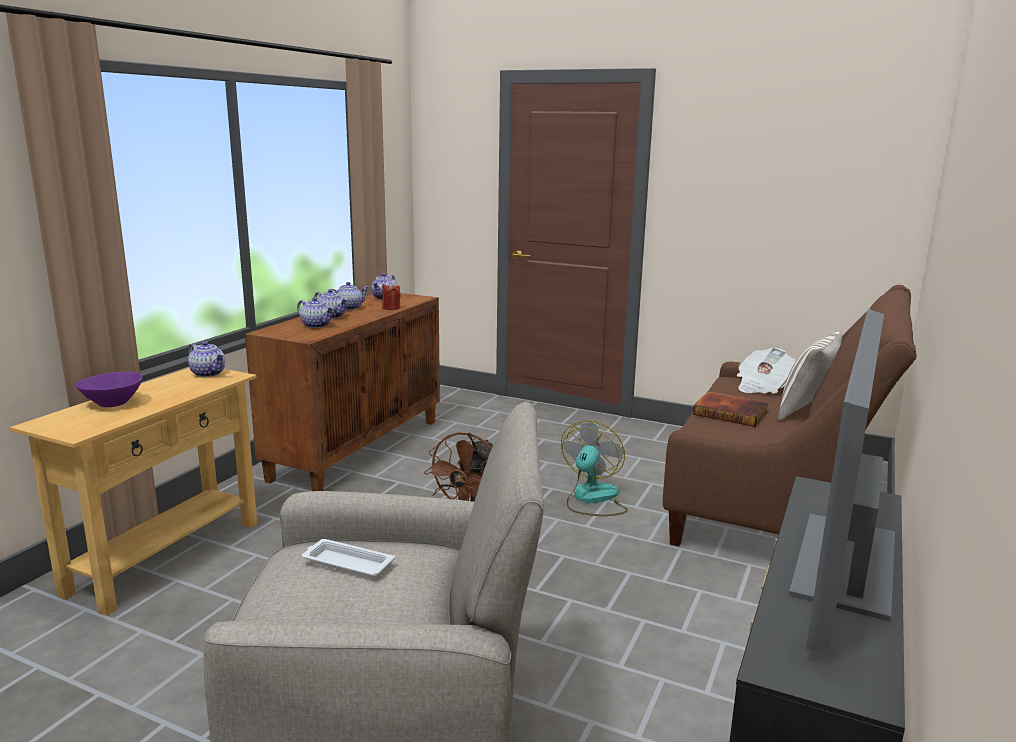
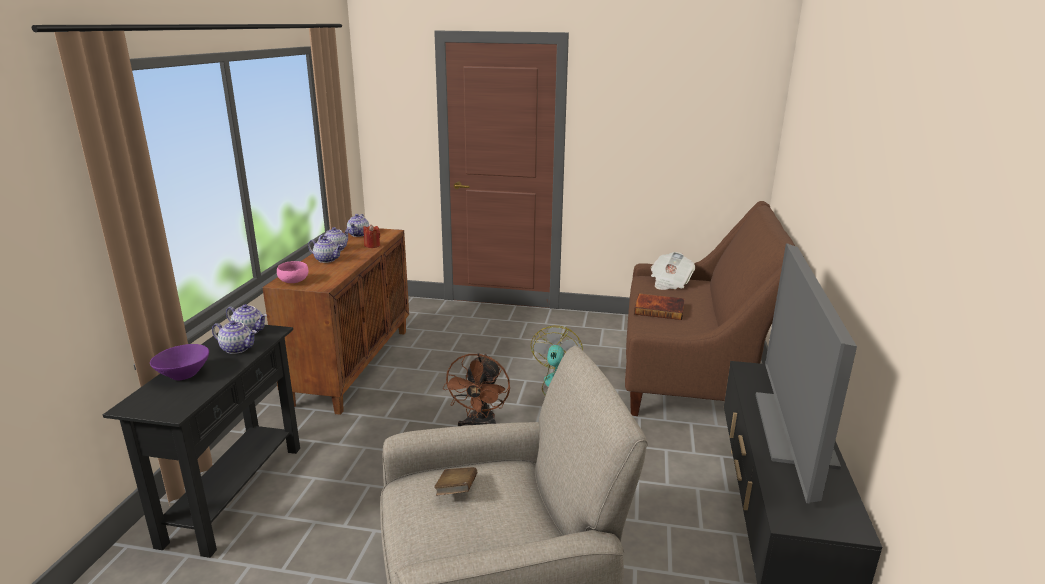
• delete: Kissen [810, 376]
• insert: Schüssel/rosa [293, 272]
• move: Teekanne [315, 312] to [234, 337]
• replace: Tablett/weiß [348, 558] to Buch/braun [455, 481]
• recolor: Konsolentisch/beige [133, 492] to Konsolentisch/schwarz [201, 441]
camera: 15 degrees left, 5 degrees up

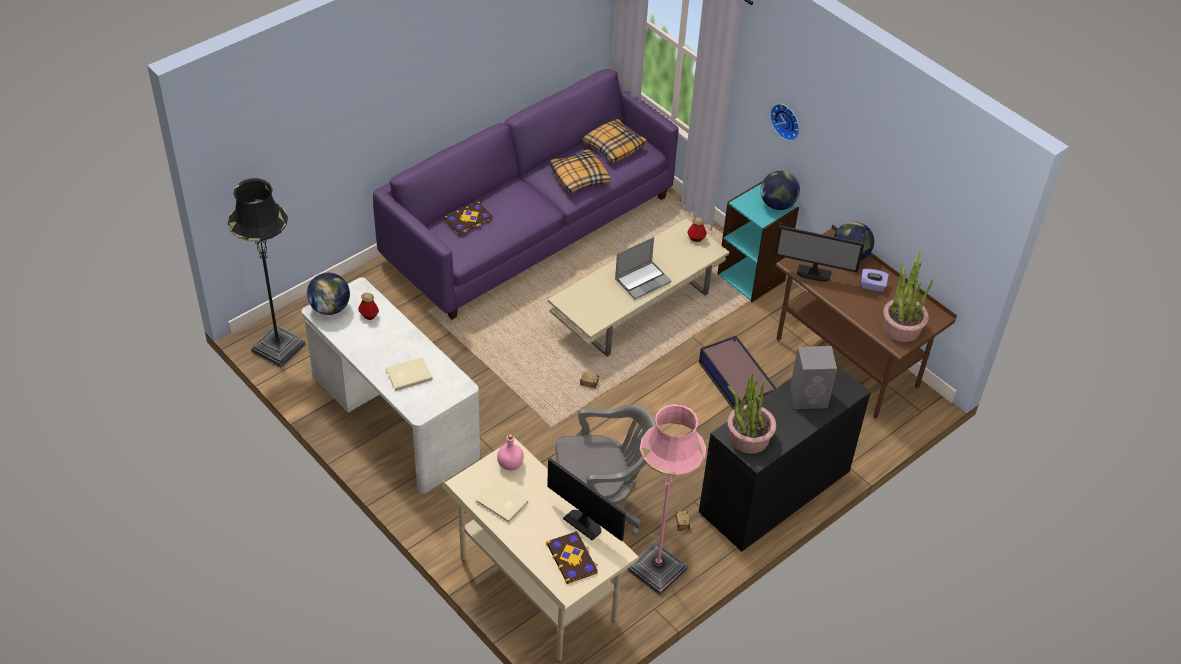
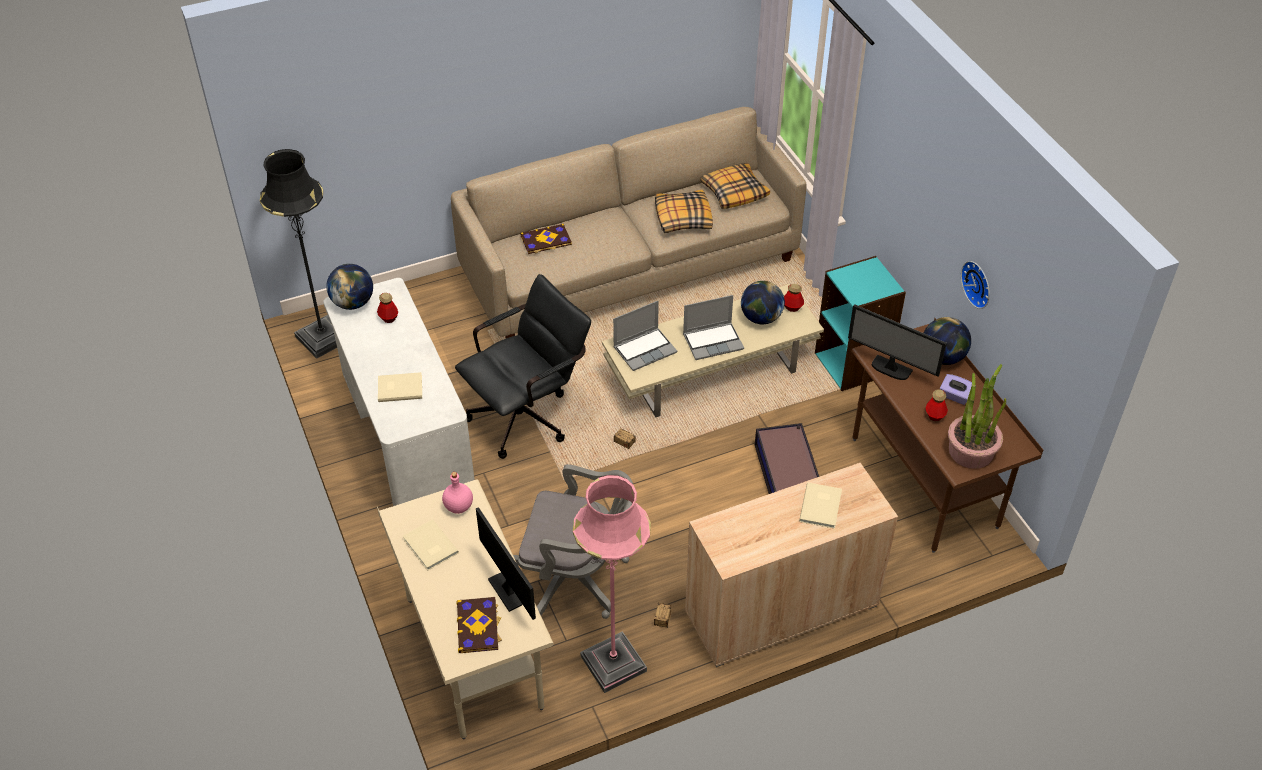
• delete: Topfpflanze [751, 413]
• insert: Bürostuhl/schwarz [523, 366]
• insert: Laptop [645, 336]
• insert: Flasche [936, 405]
• move: Globus [780, 190] to [763, 302]
• move: Wanduhr [784, 122] to [975, 285]
• replace: Lautsprecher/grau [813, 377] to Buch/beige [820, 505]
• recolor: Sofa/lila [526, 194] to Sofa/beige [629, 222]
• recolor: Schrank/schwarz [785, 458] to Schrank/beige [791, 565]
camera: 20 degrees right, 0 degrees up

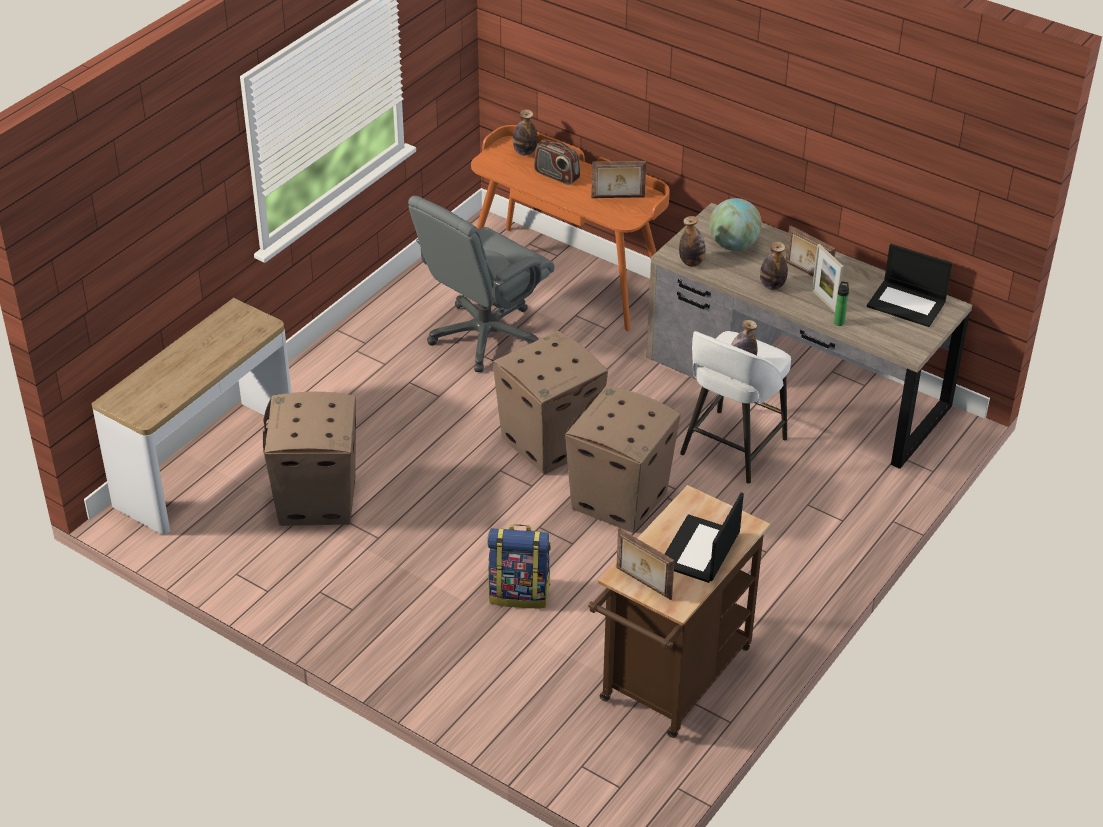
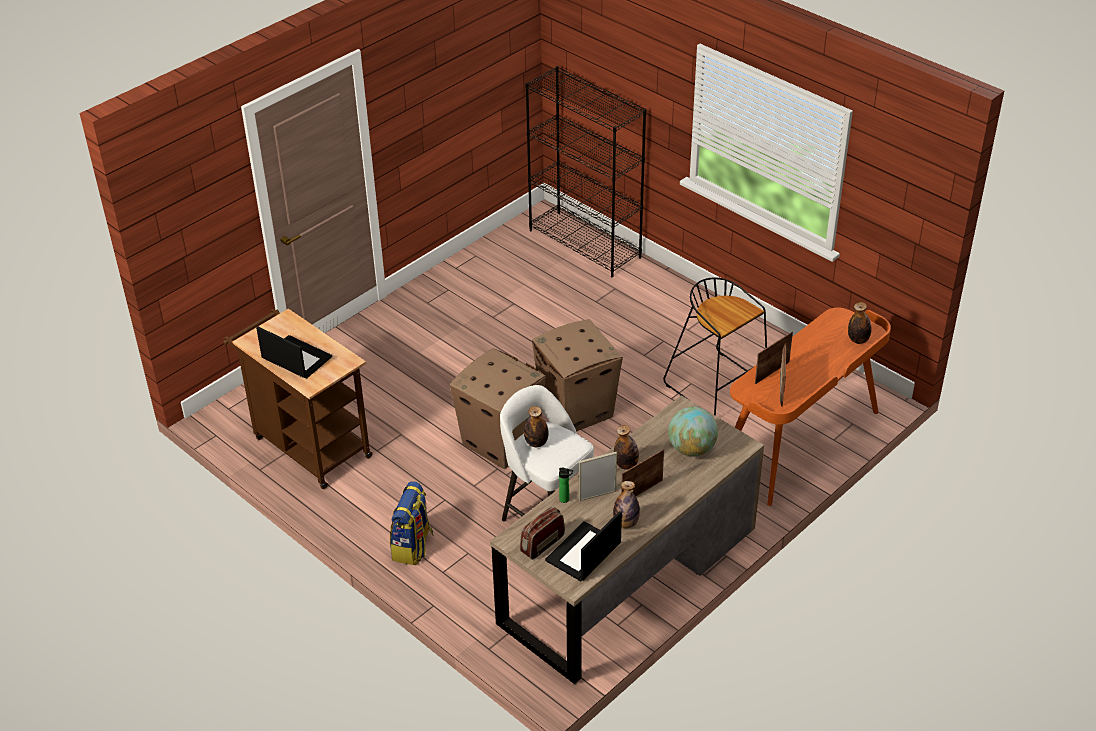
• delete: Karton [309, 459]
• move: Rucksack [519, 566] to [412, 523]
• move: Radio [557, 162] to [542, 533]
• move: Bilderrahmen [645, 564] to [774, 358]
• move: Flasche [692, 241] to [626, 504]
• replace: Konsolentisch [191, 416] to Bücherregal/schwarz [586, 171]
• replace: Bürostuhl/grau [481, 284] to Hocker/schwarz [715, 346]
camera: 100 degrees right, 0 degrees up

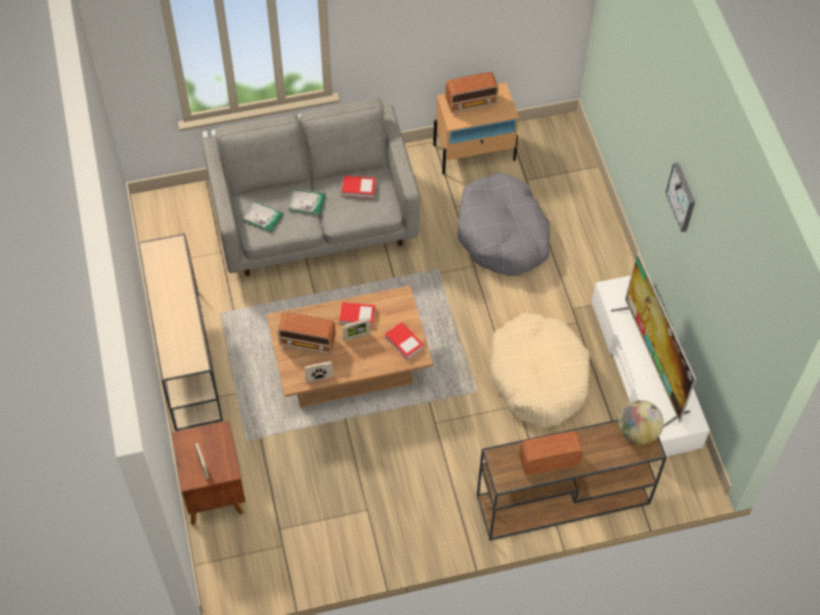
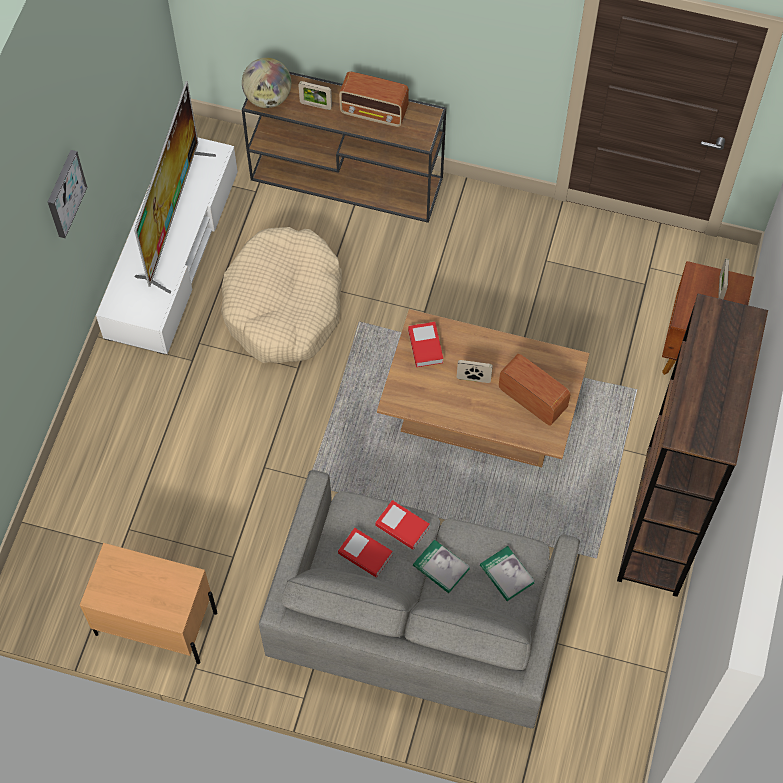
• delete: Radio [472, 92]
• delete: Hundebett/grau [503, 224]
• move: Bilderrahmen [318, 371] to [315, 95]
• move: Buch [357, 314] to [402, 525]
• replace: Konsolentisch/beige [180, 332] to Bücherregal/braun [692, 445]
camera: 150 degrees left, 5 degrees up

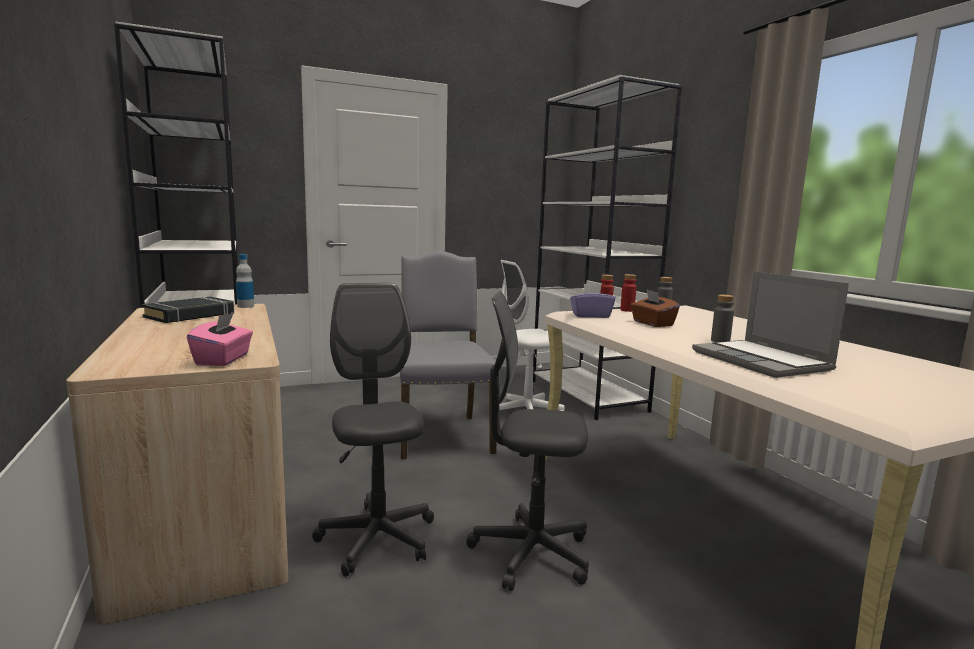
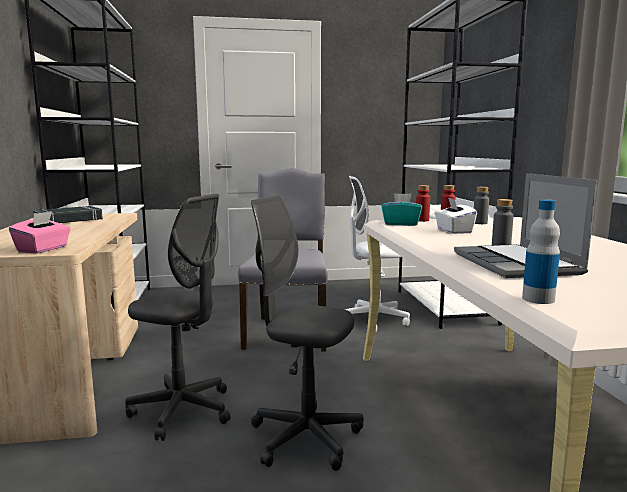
• move: Flasche [245, 281] to [541, 252]
• recolor: Taschentuchbox/lila [593, 301] to Taschentuchbox/türkis [401, 209]
• recolor: Taschentuchbox/braun [655, 308] to Taschentuchbox/weiß [455, 215]
• rotate: Bürostuhl/grau [373, 430] = [178, 317] 120 degrees clockwise
camera: 15 degrees right, 0 degrees up

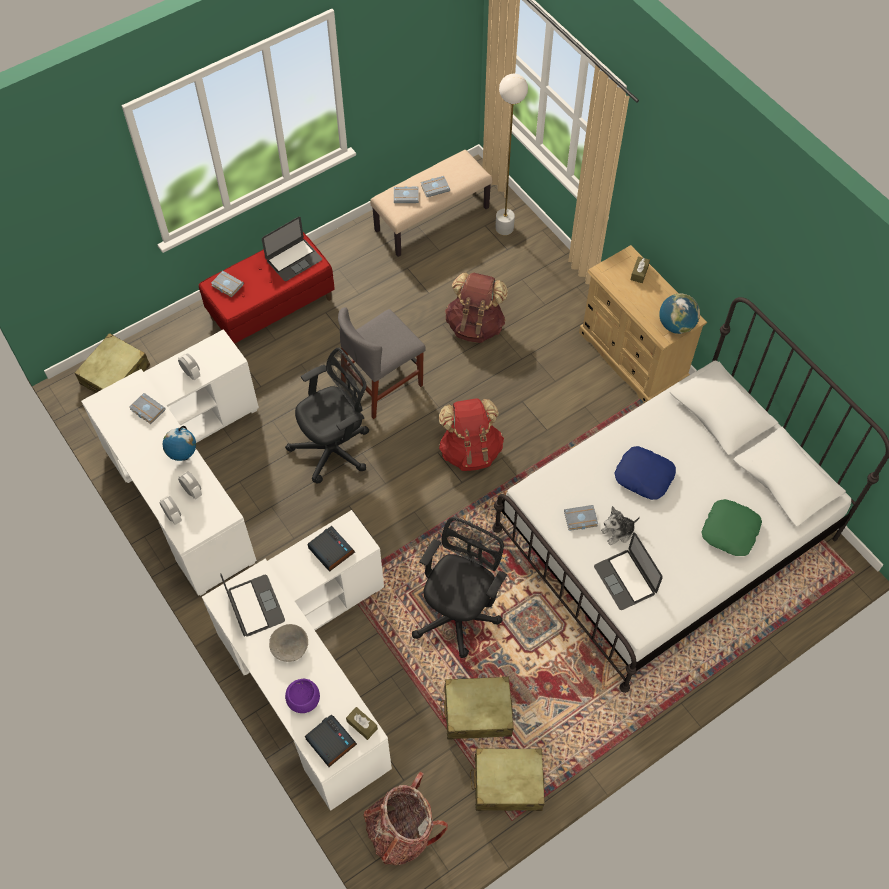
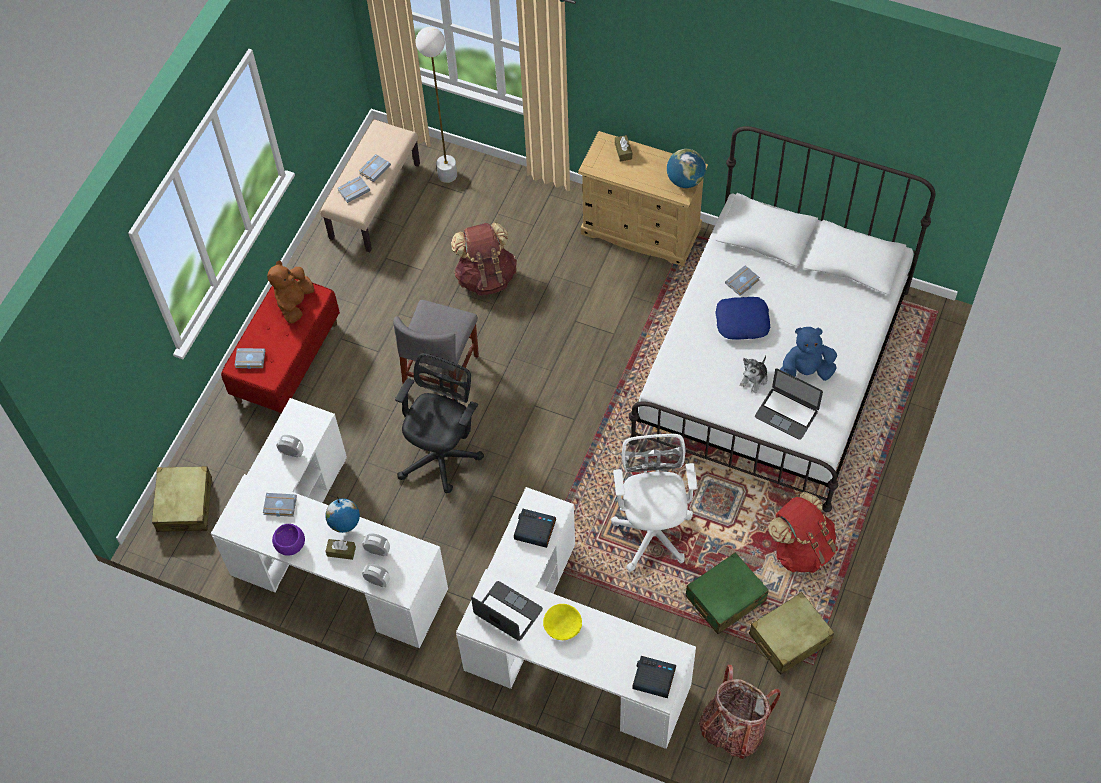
• delete: Kissen/grün [732, 527]
• insert: Plüschtier/blau [808, 354]
• move: Schüssel/lila [302, 696] to [288, 540]
• move: Taschentuchbox/braun [362, 723] to [340, 549]
• move: Rucksack/rot [471, 434] to [803, 532]
• move: Buch/grau [581, 518] to [742, 280]
• replace: Laptop [292, 248] to Plüschtier/braun [290, 291]
• recolor: Schüssel/grau [288, 643] to Schüssel/gelb [562, 622]
• recolor: Bürostuhl/schwarz [459, 587] to Bürostuhl/weiß [654, 503]
• recolor: Koffer/beige [477, 708] to Koffer/grün [727, 593]
camera: 30 degrees left, 0 degrees up

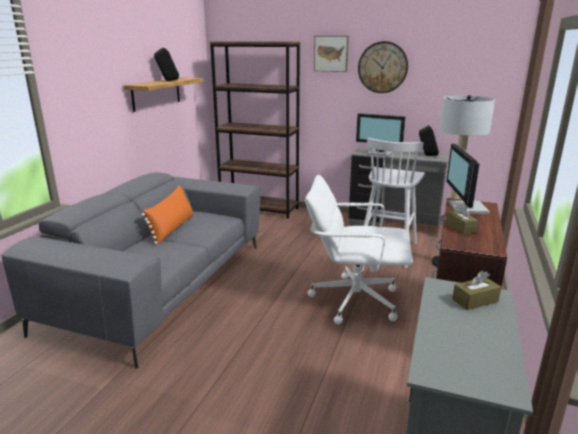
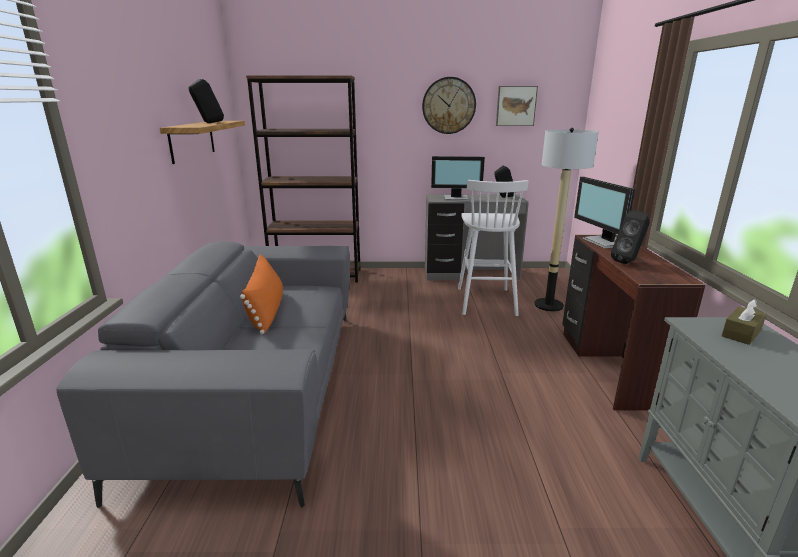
• delete: Bürostuhl/weiß [359, 249]
• move: Bild [331, 54] to [517, 106]
• replace: Taschentuchbox/braun [462, 219] to Lautsprecher/schwarz [630, 237]
camera: 20 degrees left, 0 degrees up

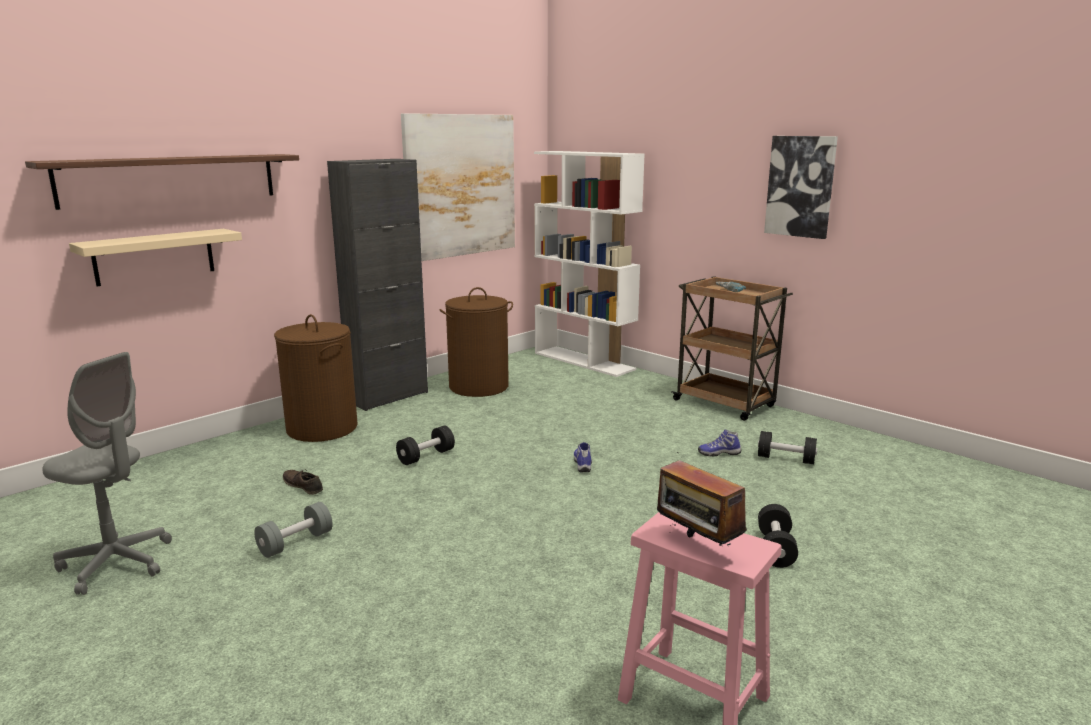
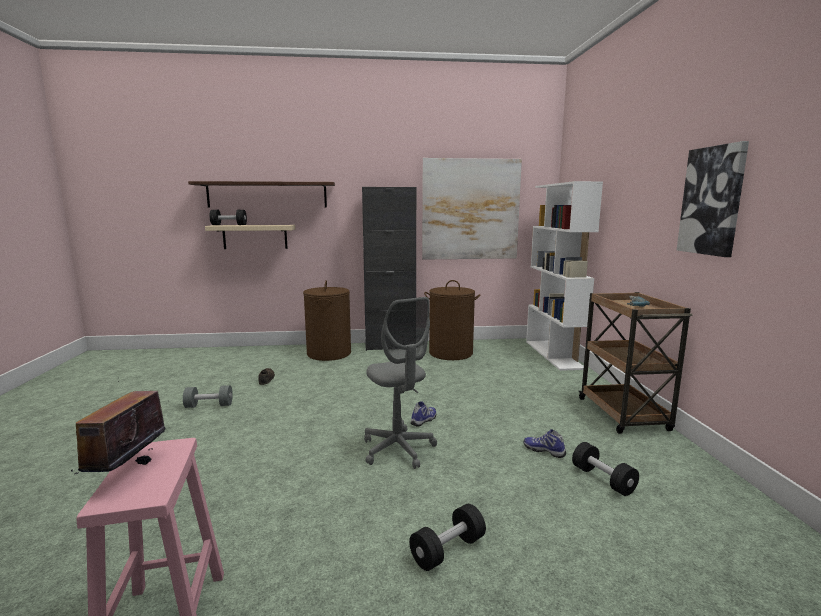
• move: Bürostuhl/grau [107, 473] to [400, 383]
• move: Hantel/schwarz [425, 445] to [228, 217]
camera: 40 degrees right, 5 degrees down

